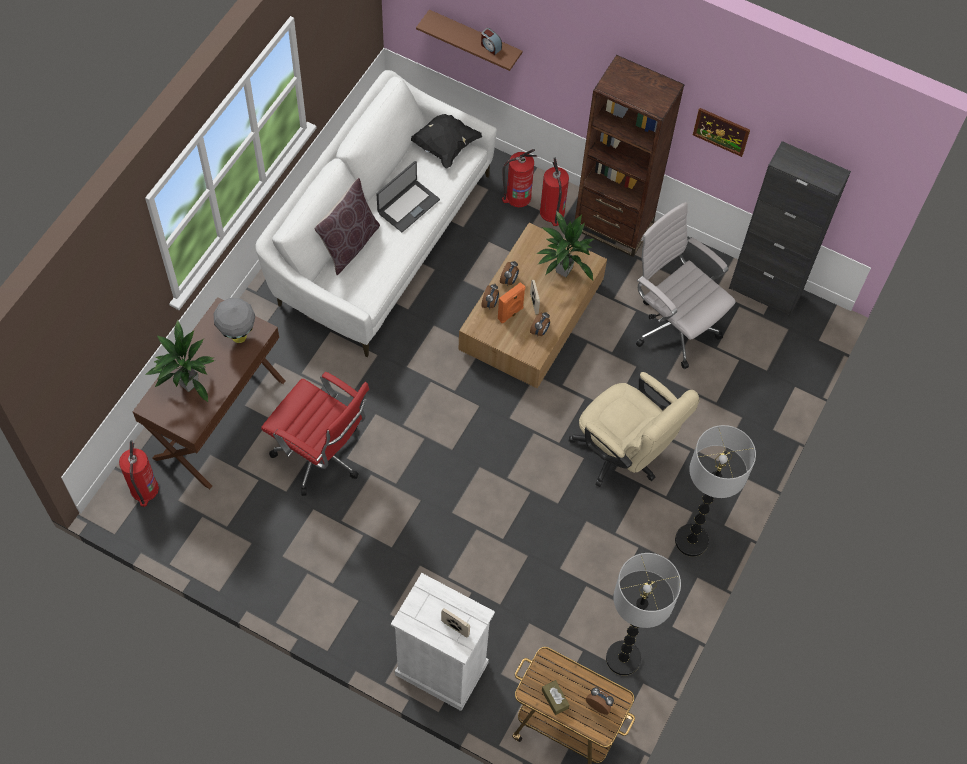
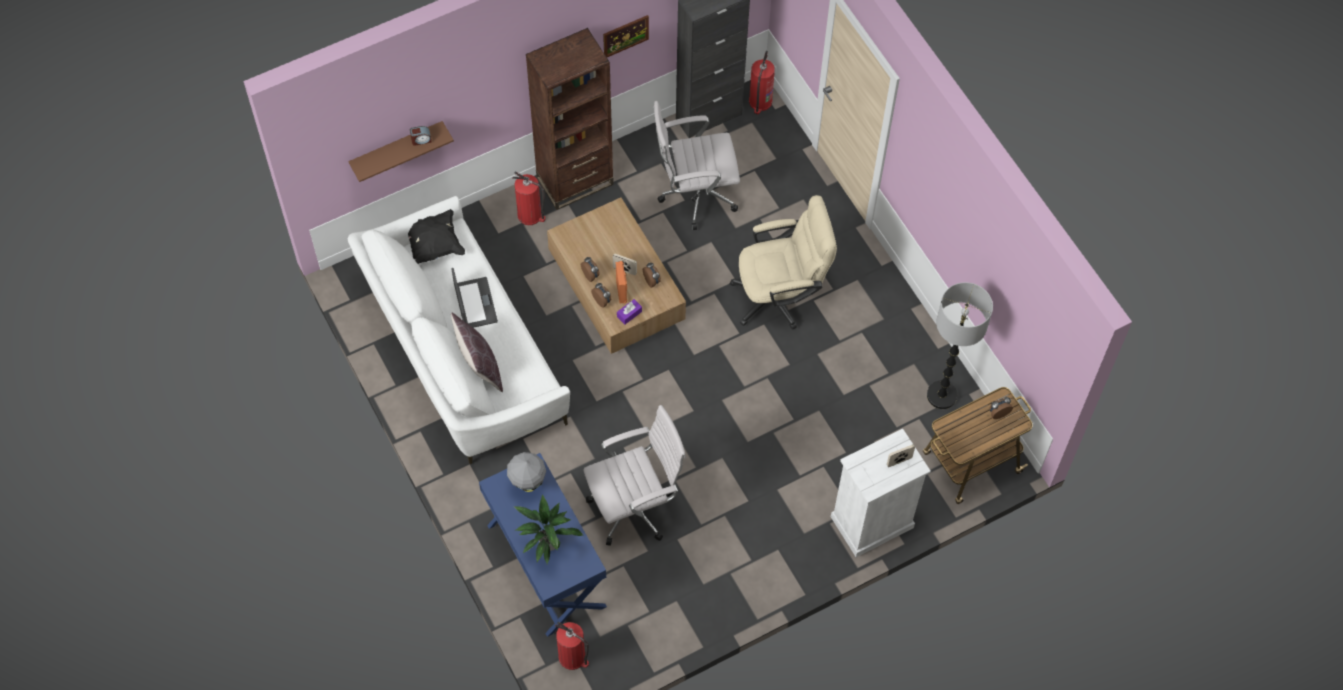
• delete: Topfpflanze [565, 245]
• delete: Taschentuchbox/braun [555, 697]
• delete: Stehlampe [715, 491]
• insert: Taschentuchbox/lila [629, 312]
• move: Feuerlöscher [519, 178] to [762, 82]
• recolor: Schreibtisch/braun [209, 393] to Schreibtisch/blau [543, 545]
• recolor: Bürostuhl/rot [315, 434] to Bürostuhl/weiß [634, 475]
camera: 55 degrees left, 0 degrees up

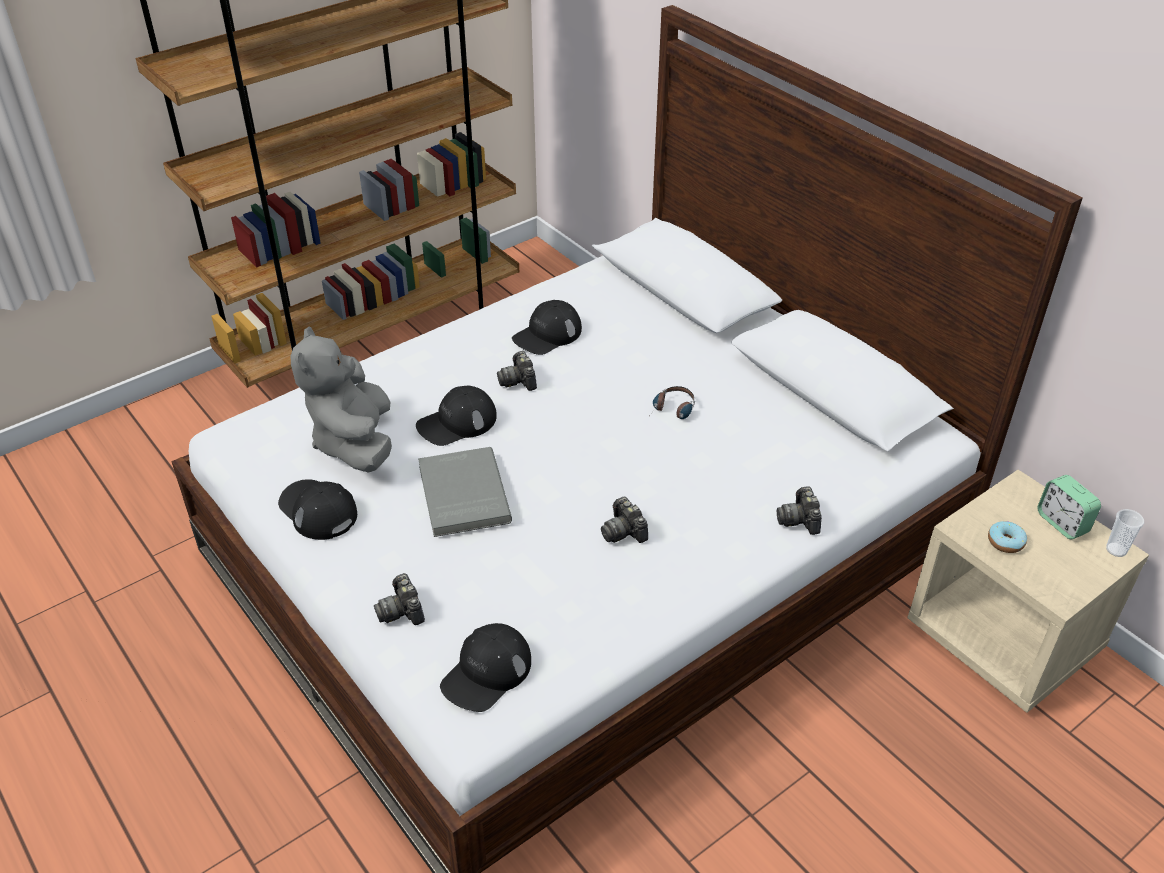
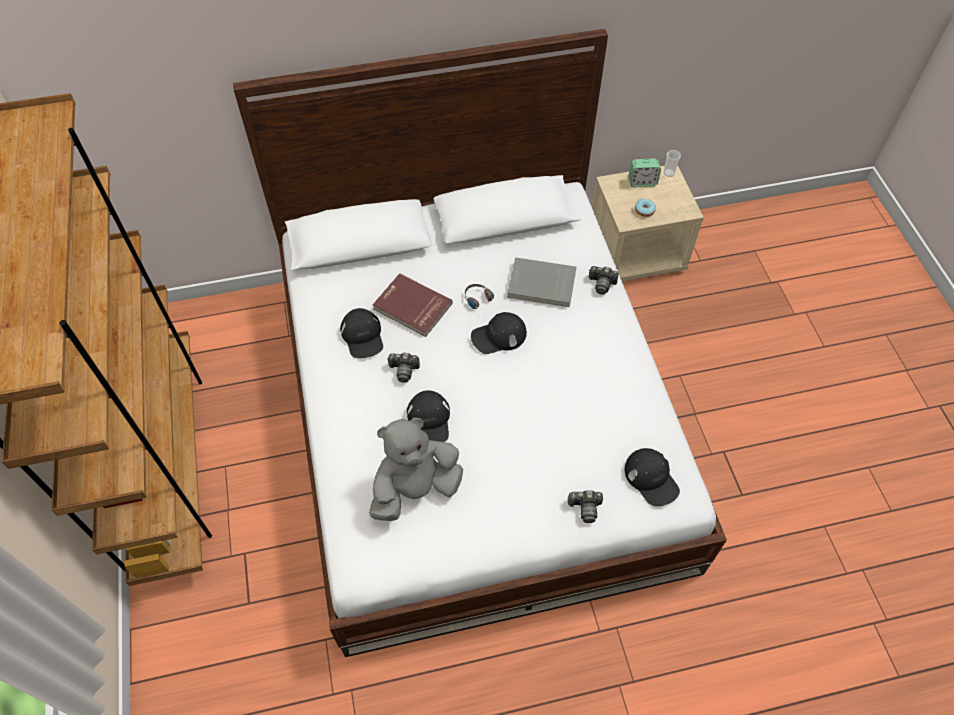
• delete: Kamera [624, 520]
• insert: Buch/rot [413, 305]
• move: Kappe/schwarz [317, 509] to [499, 333]
• move: Buch/grau [465, 492] to [541, 282]
• rotate: Plüschtier/grau [341, 400] = [416, 469] 135 degrees clockwise
camera: 65 degrees left, 15 degrees up

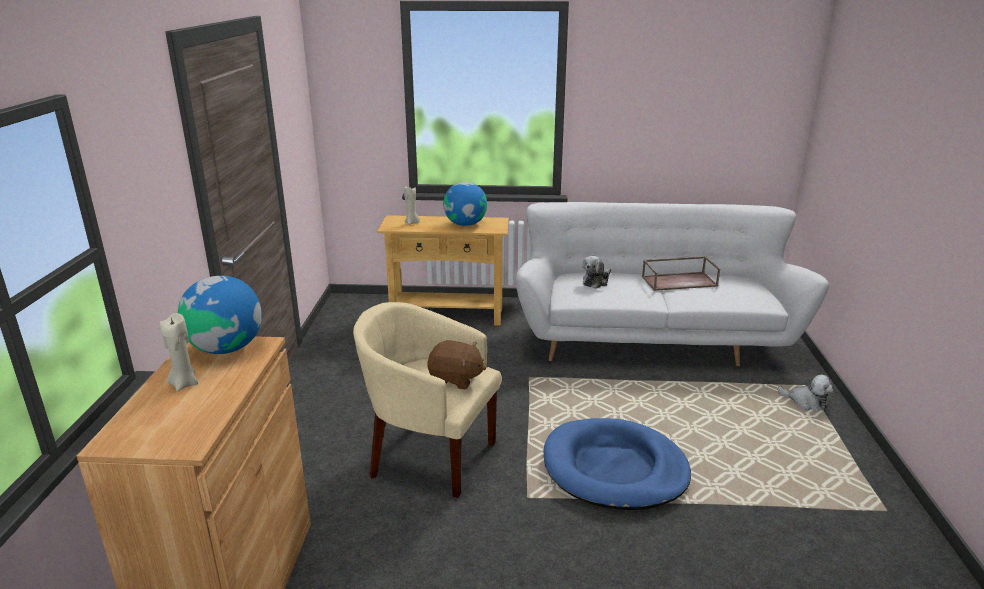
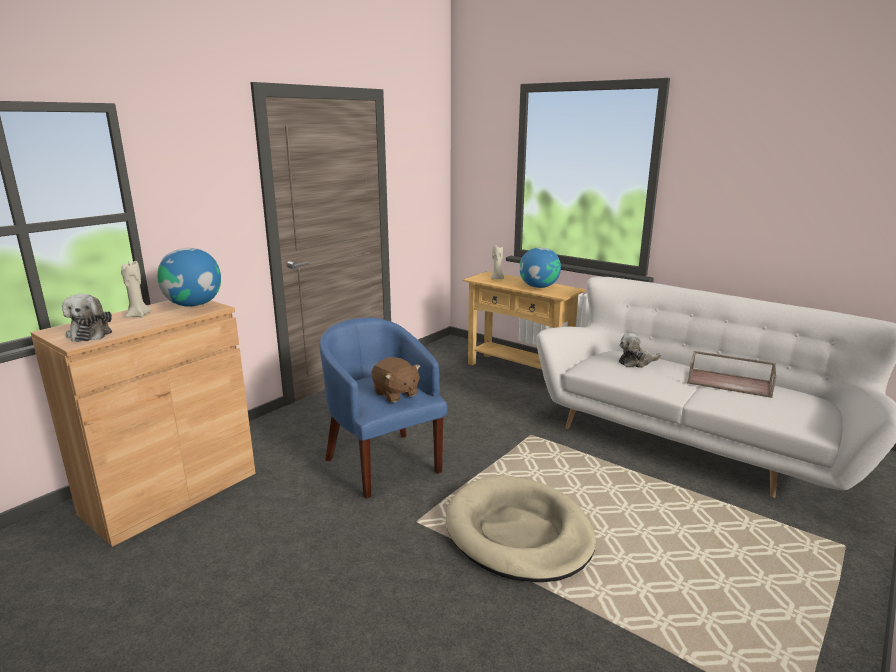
• move: Plüschtier [806, 393] to [87, 318]
• recolor: Sessel/beige [427, 400] to Sessel/blau [383, 408]
• recolor: Hundebett/blau [617, 464] to Hundebett/beige [521, 528]
camera: 35 degrees right, 5 degrees down

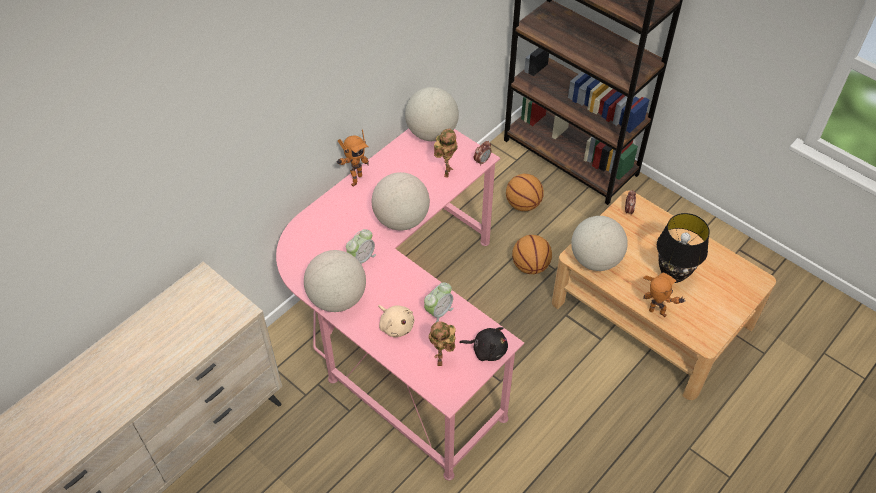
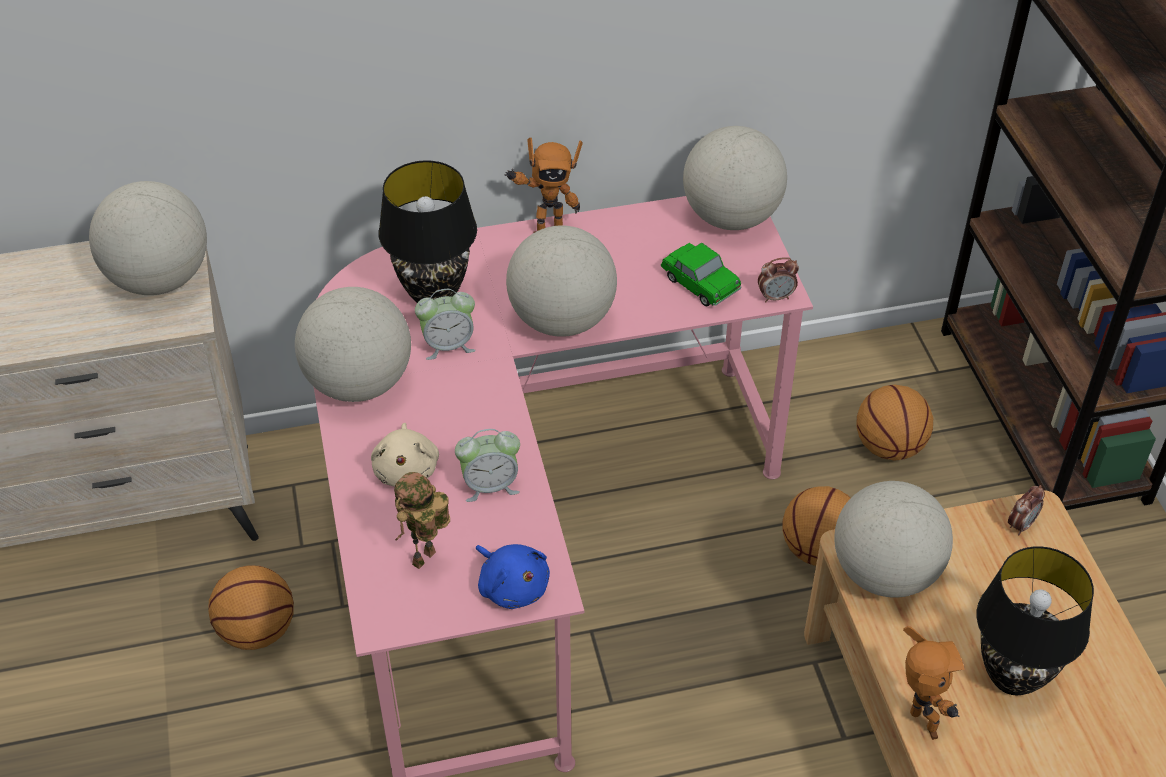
• insert: Globus [148, 238]
• insert: Basketball [251, 608]
• insert: Tischlampe/schwarz [427, 231]
• replace: Spielzeugroboter [446, 153] to Spielzeugauto [701, 275]
• recolor: Plüschtier/schwarz [483, 344] to Plüschtier/blau [513, 576]
camera: 35 degrees right, 5 degrees down

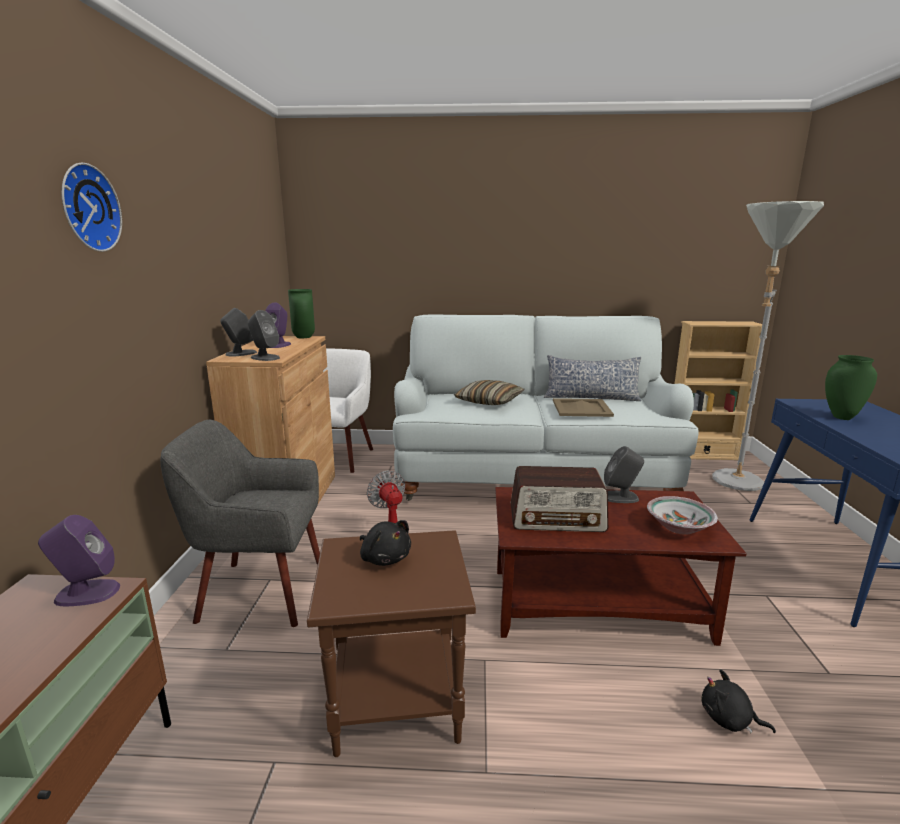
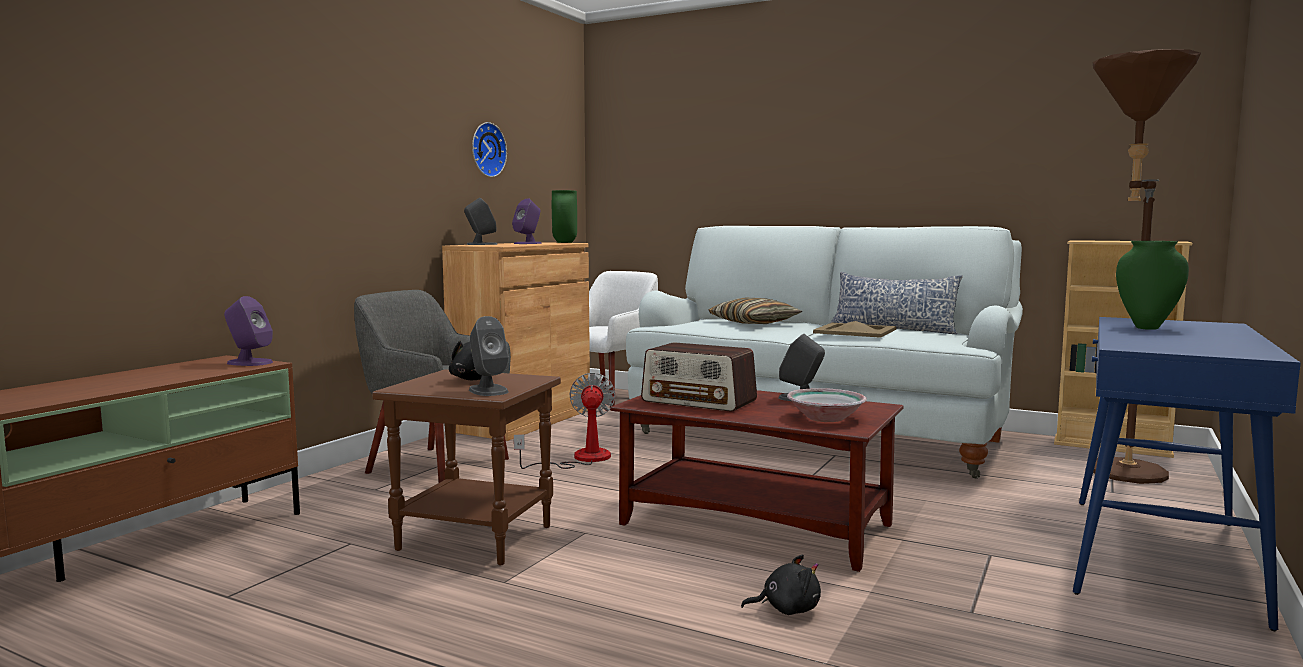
• move: Wanduhr [92, 207] to [489, 149]
• move: Lautsprecher/grau [264, 335] to [489, 356]
• recolor: Stehlampe/grau [768, 346] to Stehlampe/braun [1147, 266]
• rotate: Plüschtier/schwarz [739, 701] = [781, 585] 120 degrees clockwise
camera: 25 degrees right, 10 degrees down

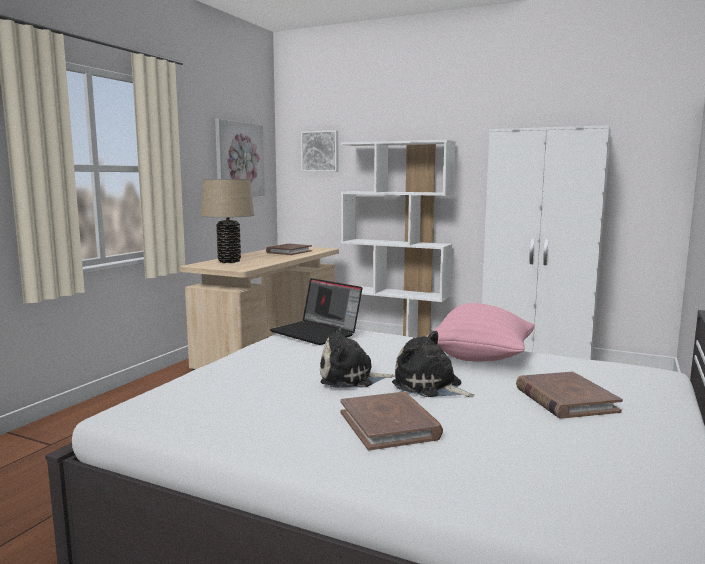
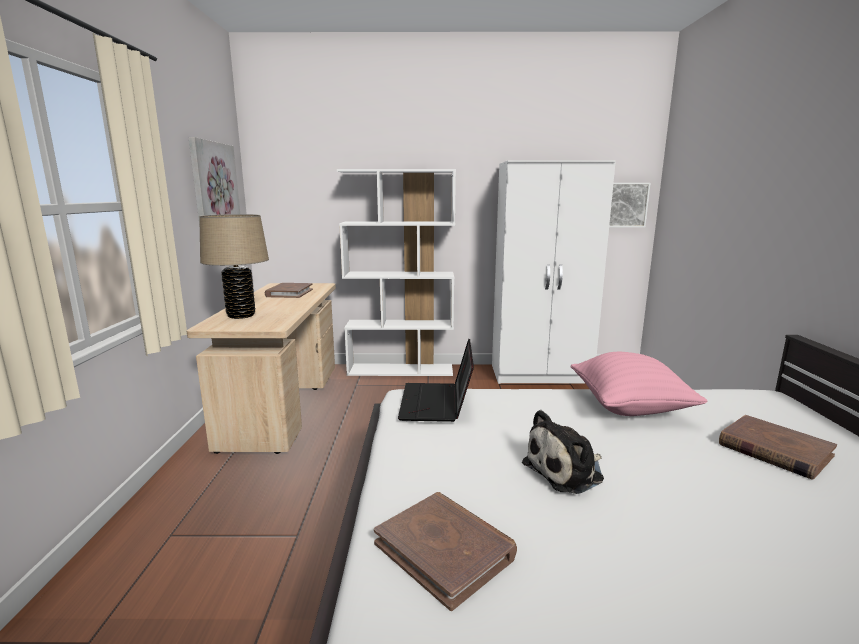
• delete: Plüschtier [433, 364]
• move: Bild [319, 151] to [630, 205]
• move: Buch/braun [391, 421] to [445, 551]
• rotate: Laptop [316, 311] = [436, 380] 75 degrees clockwise
camera: 25 degrees left, 5 degrees up

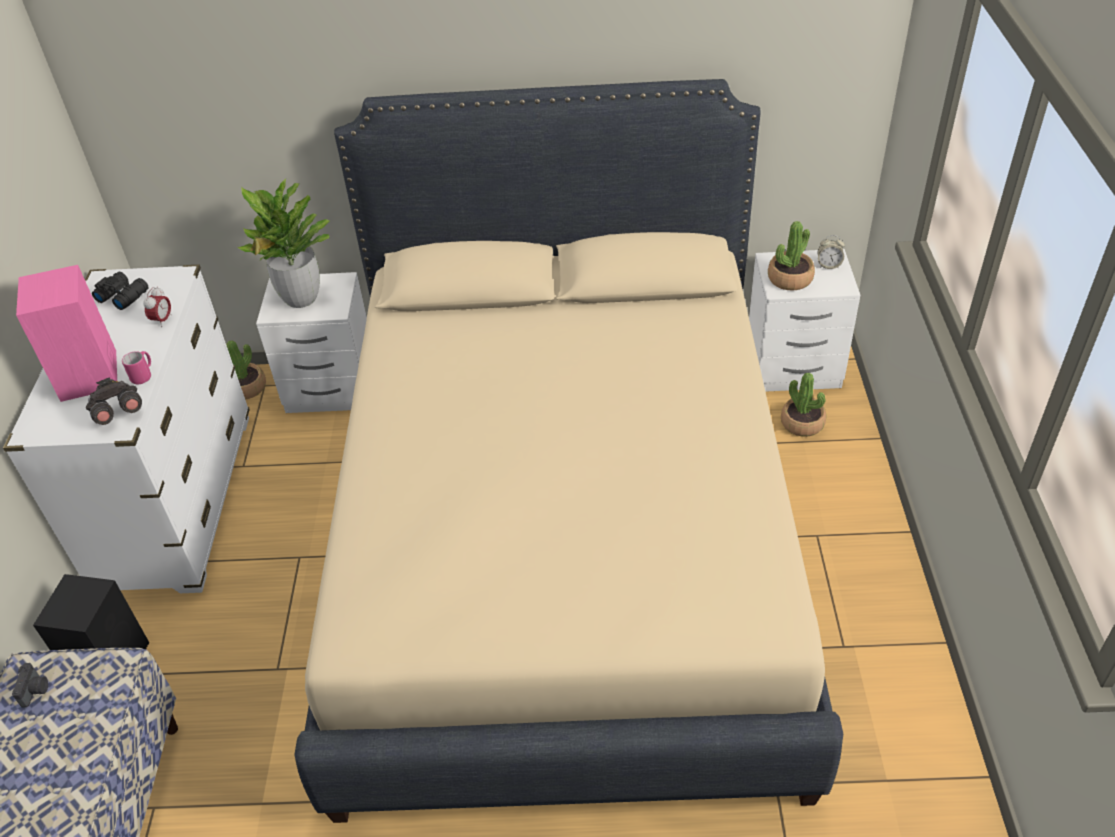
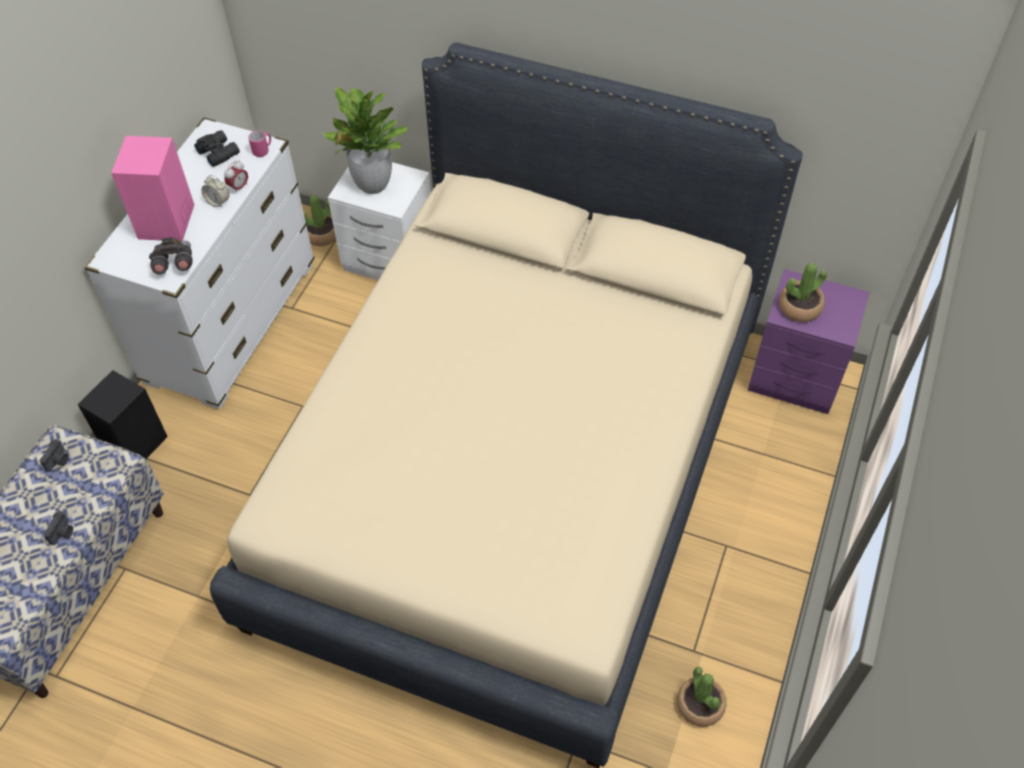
• insert: Kamera [58, 528]
• move: Henkelbecher/rosa [136, 367] to [259, 144]
• move: Topfpflanze [803, 405] to [701, 697]
• move: Wecker [831, 252] to [215, 191]
• recolor: Nachttisch/weiß [804, 320] to Nachttisch/lila [808, 341]
camera: 20 degrees right, 10 degrees up

